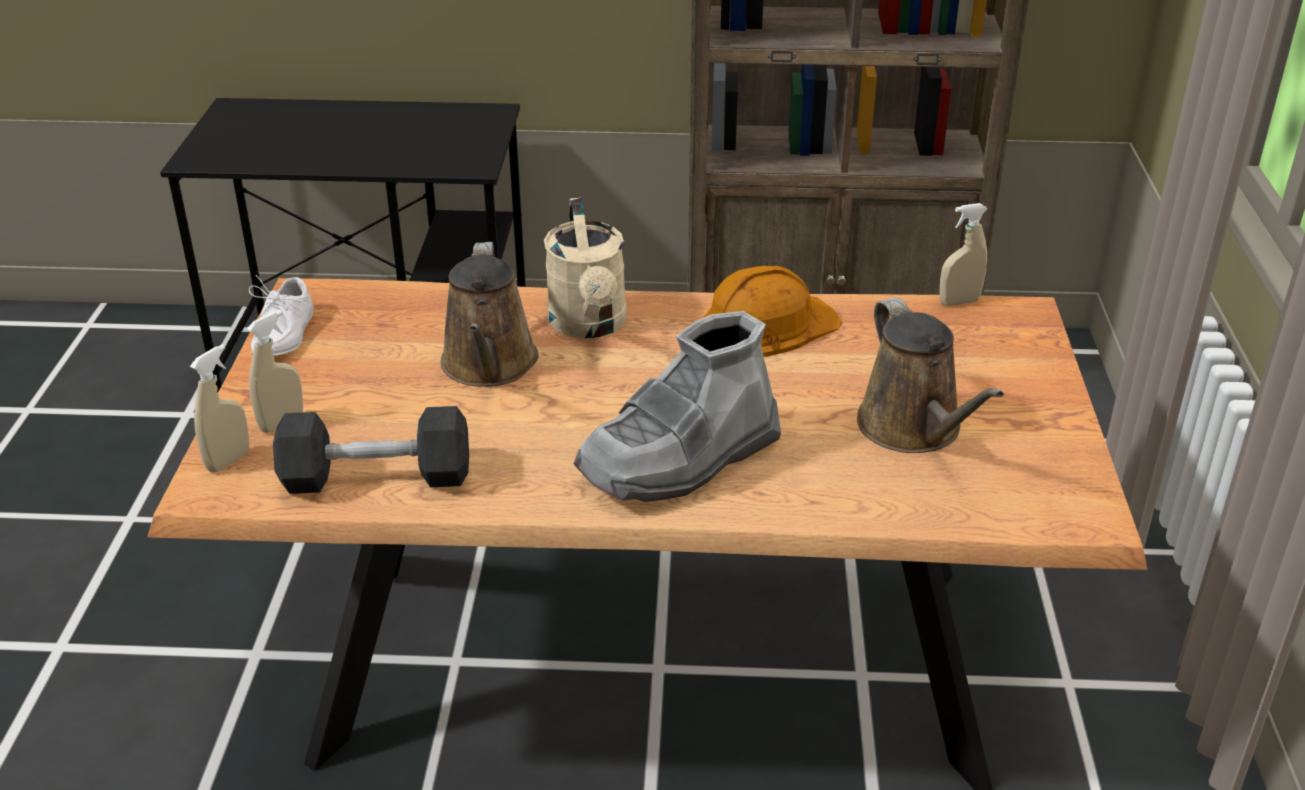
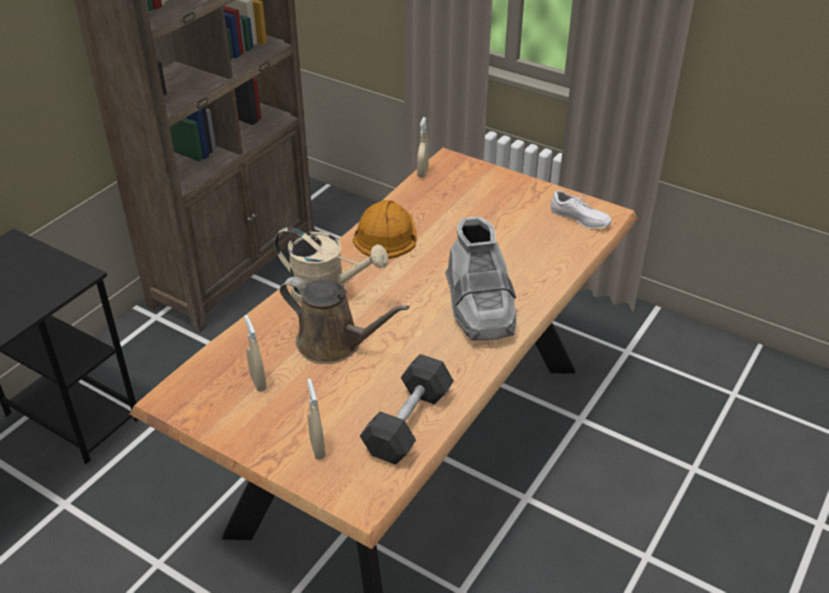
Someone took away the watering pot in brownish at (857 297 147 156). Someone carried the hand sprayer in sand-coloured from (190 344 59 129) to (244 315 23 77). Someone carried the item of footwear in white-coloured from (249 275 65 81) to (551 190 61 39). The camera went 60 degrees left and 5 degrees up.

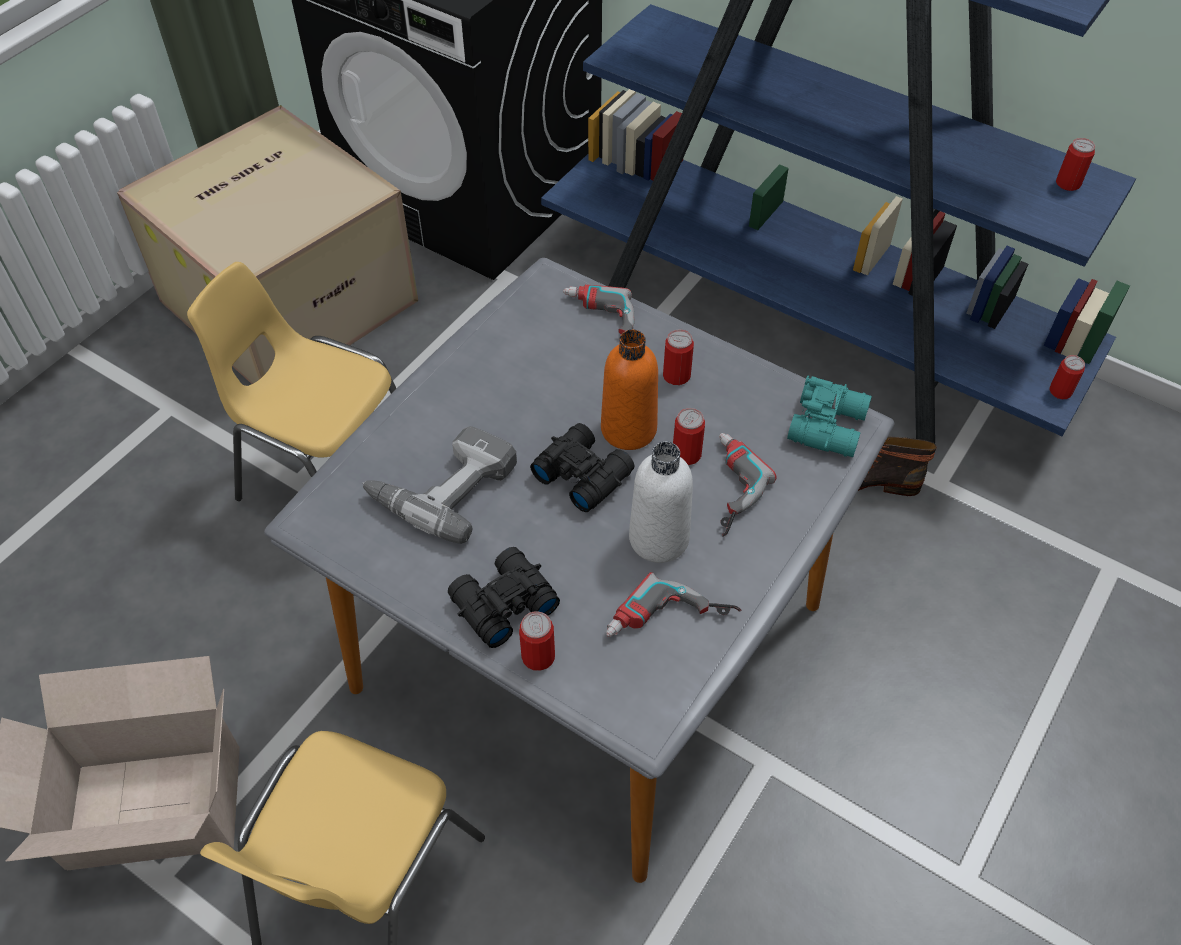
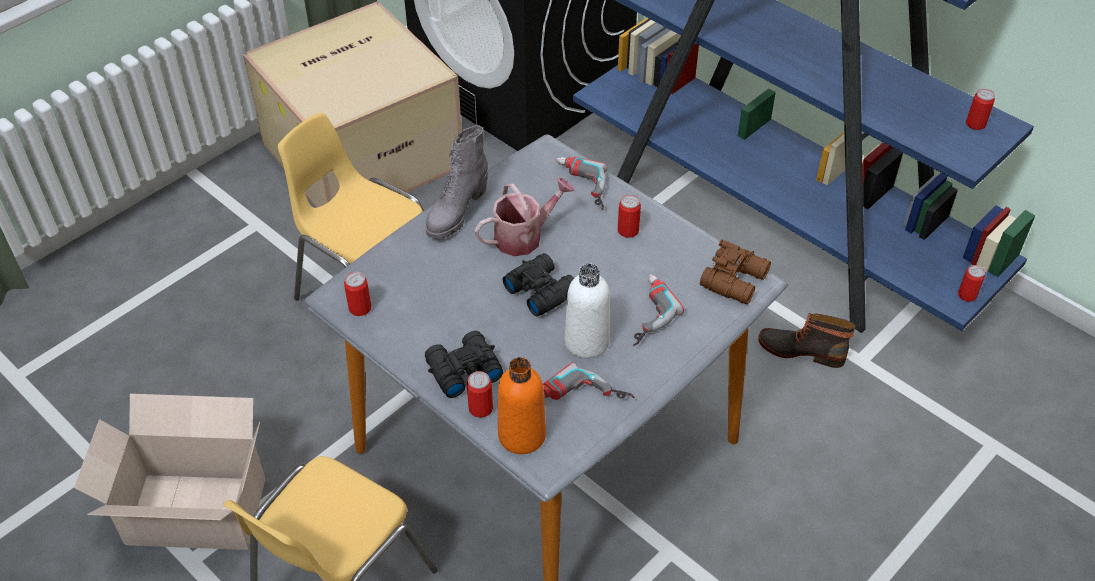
Someone took away the drill at (362 426 155 118). Someone put down the tall boot in greyish at (426 125 62 114). Someone put down the watering pot at (474 178 101 78). Someone carried the drink bottle in orangey from (601 329 57 121) to (498 357 48 97). Someone carried the metal can from (673 408 32 57) to (344 272 27 44). Someone repainted the field glasses in blue-green at (787 375 85 82), which became the field glasses in brownish at (700 239 71 65). The camera went 10 degrees right and 5 degrees down.

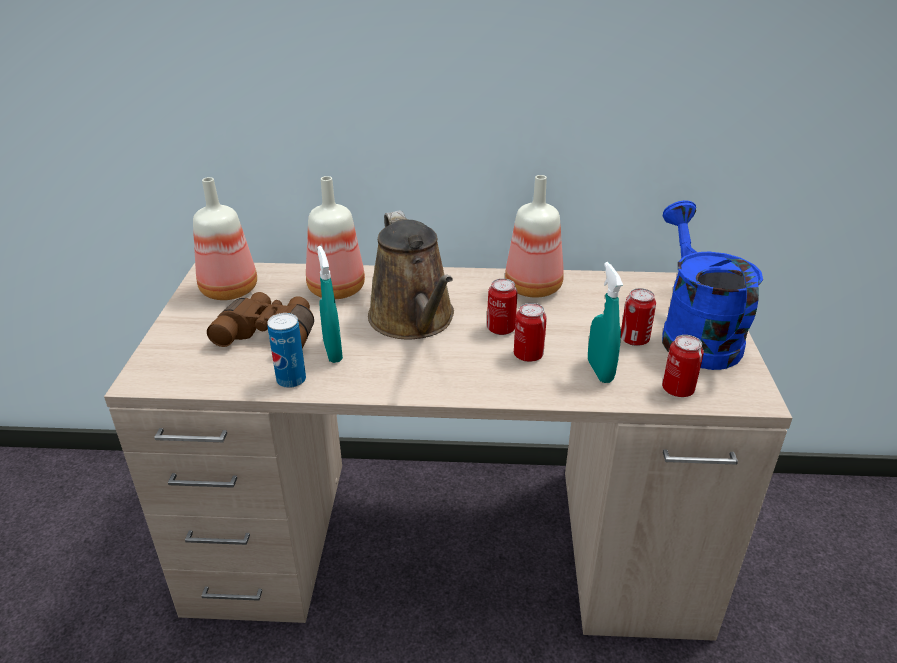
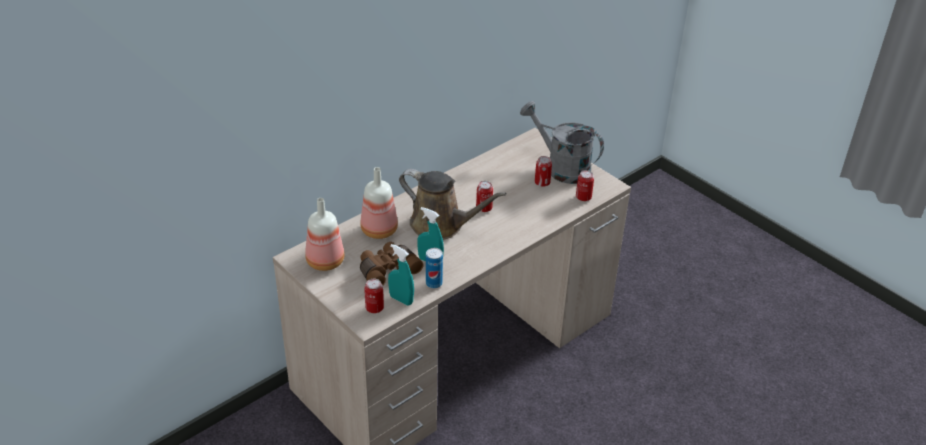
Someone took away the drink bottle at (505 175 59 123). Someone carried the metal can from (514 303 33 59) to (364 279 20 34). Someone carried the hand sprayer in blue-green from (588 262 35 121) to (388 244 26 61). Someone repainted the watering pot in bluish at (662 200 101 170), which became the watering pot in greyish at (520 101 84 83). The camera went 45 degrees left and 5 degrees up.

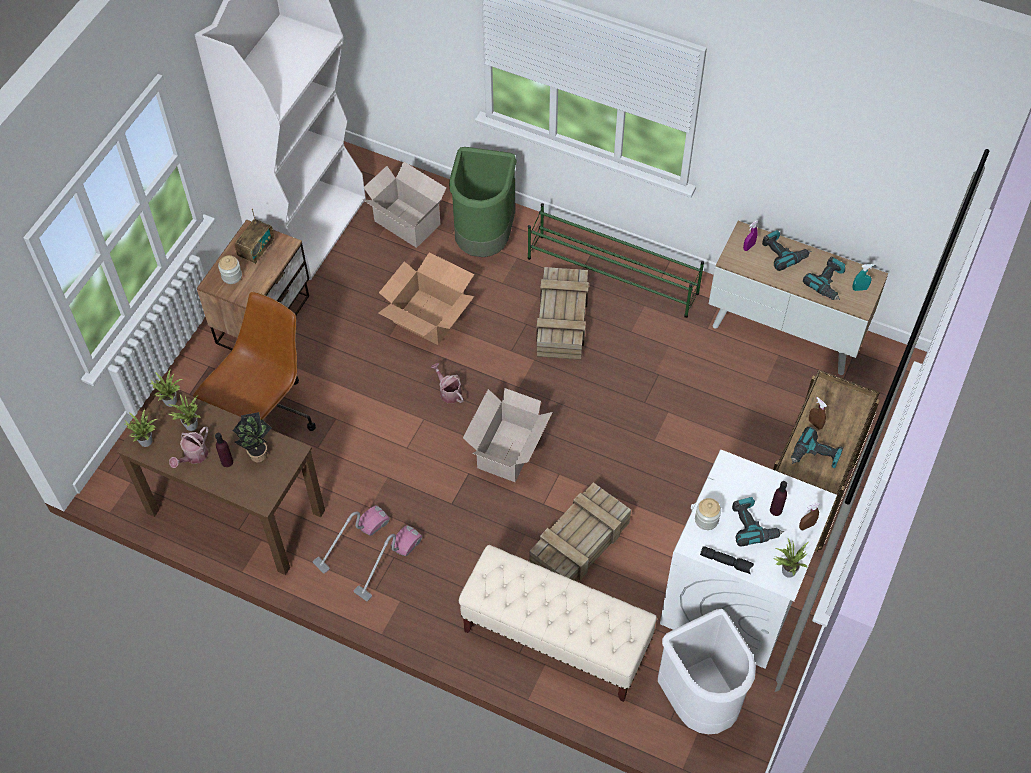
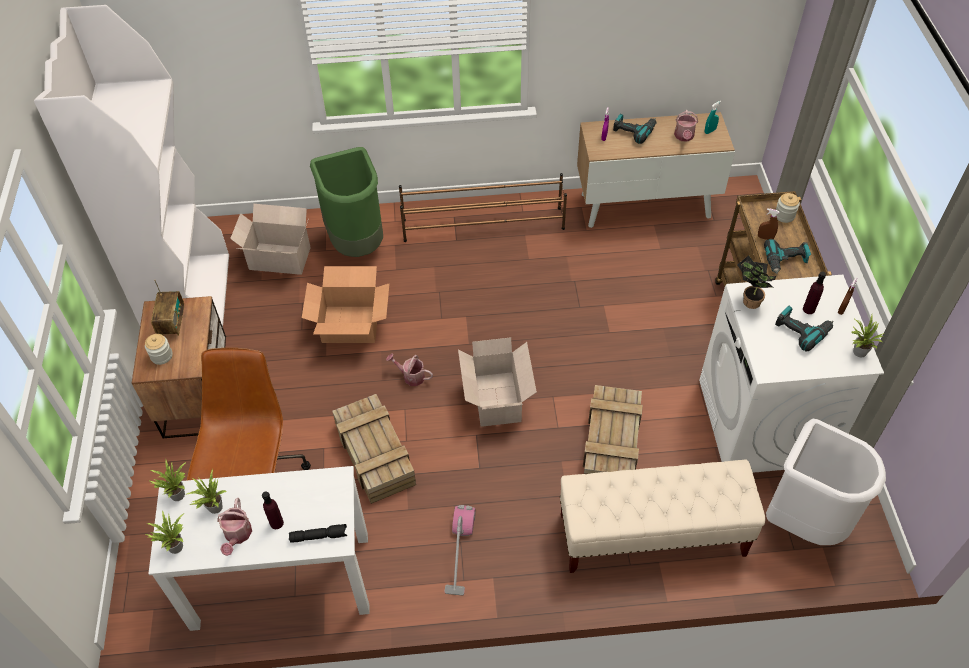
Someone took away the hoover at (313 505 77 69). Someone carried the plant in a pot from (233 412 39 50) to (737 255 40 54). Someone carried the crate from (536 267 53 93) to (332 394 84 110). Someone carried the jar from (695 498 26 32) to (776 193 24 30). Someone carried the hand torch in black-coloured from (700 546 54 28) to (289 524 58 19). Someone swapped the drill at (803 257 42 43) for the watering pot at (674 110 24 32). Someone repainted the desk unit in brownish at (116 391 209 184), which became the desk unit in white-coloured at (148 466 222 165). Someone repainted the shoe stand in greenish at (528 203 176 115), which became the shoe stand in brownish at (399 173 168 69). The camera went 30 degrees left and 5 degrees down.

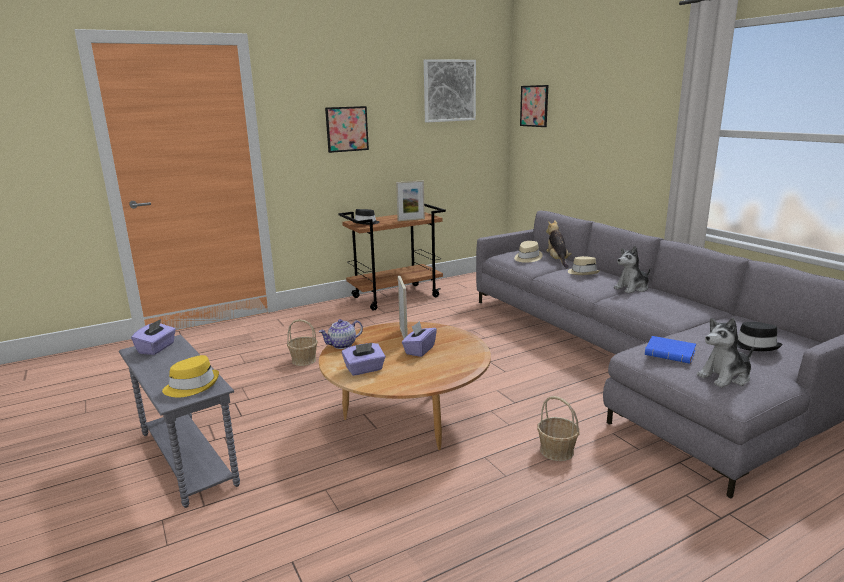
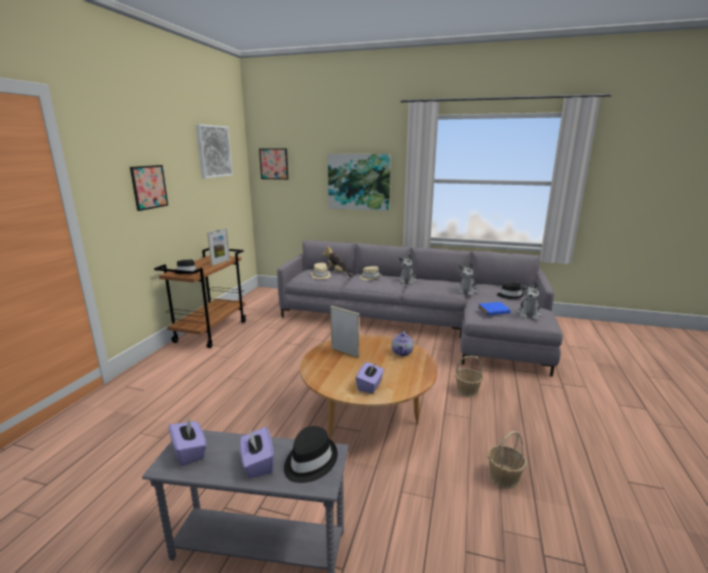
Someone put up the wall art at (328 154 63 57). Someone put down the plush toy at (458 263 20 33). Someone carried the storage basket from (287 319 31 47) to (488 431 38 57). Someone carried the tea pot from (319 319 44 30) to (391 331 23 25). Someone carried the tissue box in purplish from (402 321 35 36) to (240 427 34 51). Someone repainted the hat in yellowish at (162 355 57 43), which became the hat in black-coloured at (284 426 54 57). The camera went 45 degrees left and 0 degrees up.

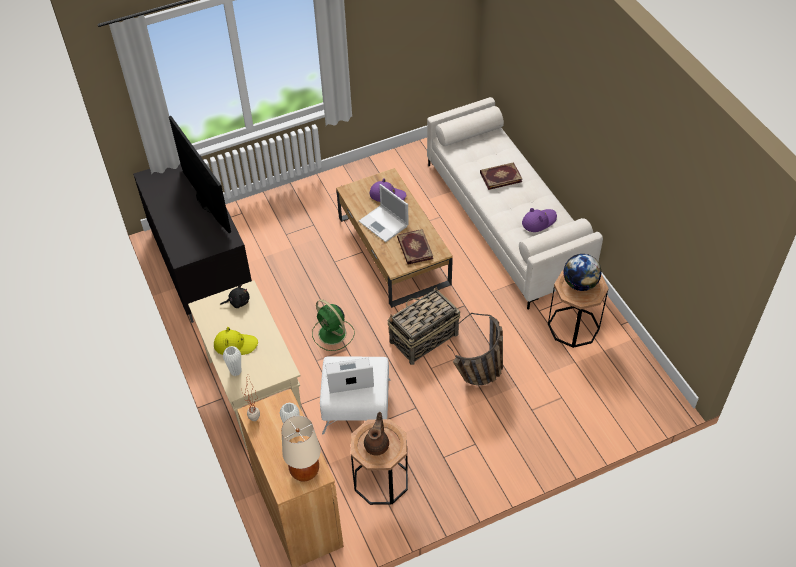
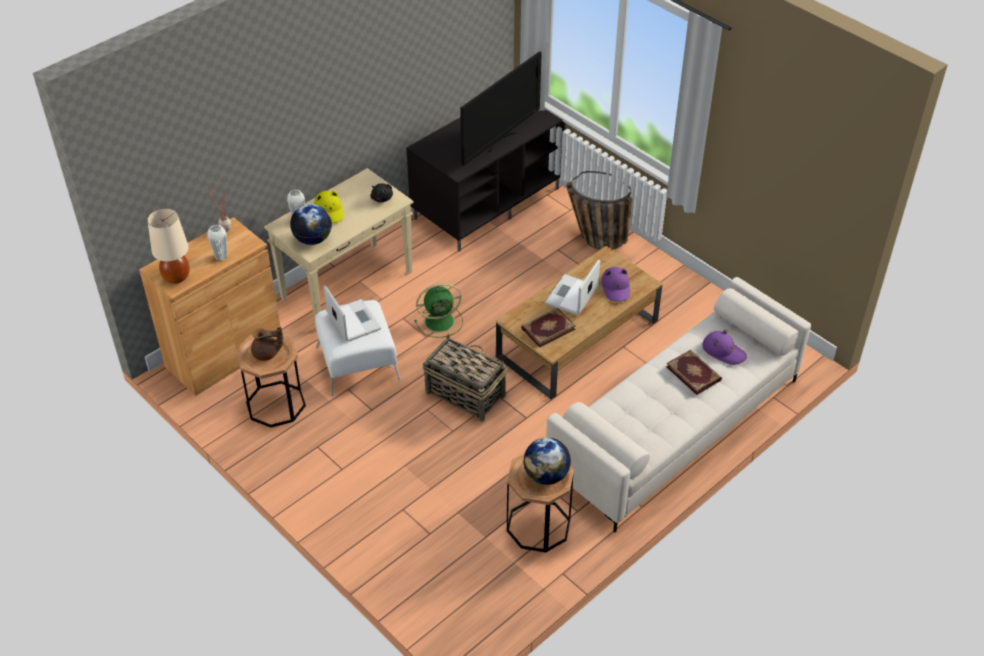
Someone put down the desk globe at (290 204 42 41). Someone carried the storage basket from (448 313 55 72) to (566 171 66 79). Someone carried the hat in purplish from (522 208 35 24) to (702 329 45 36). Someone rotated the cooling fan in greenish at (312 299 43 52) by 135 degrees counterclockwise. The camera went 70 degrees right and 5 degrees down.

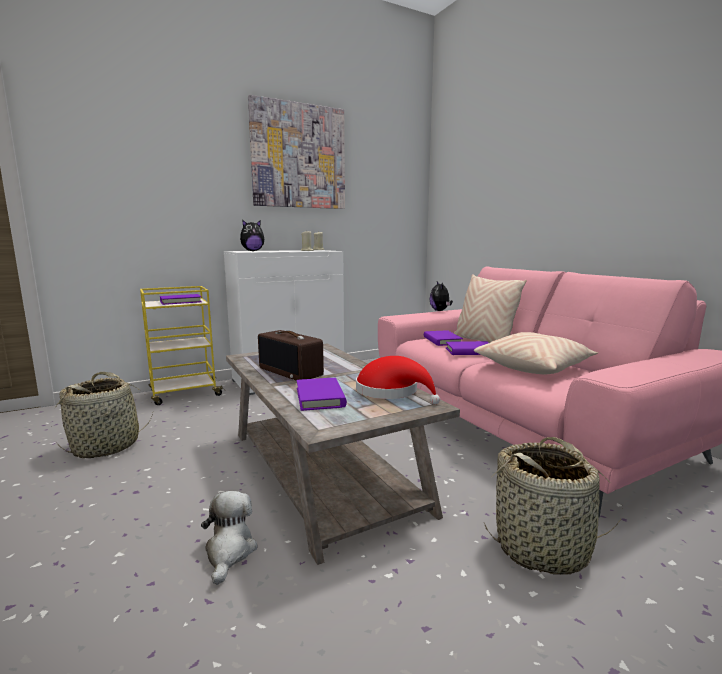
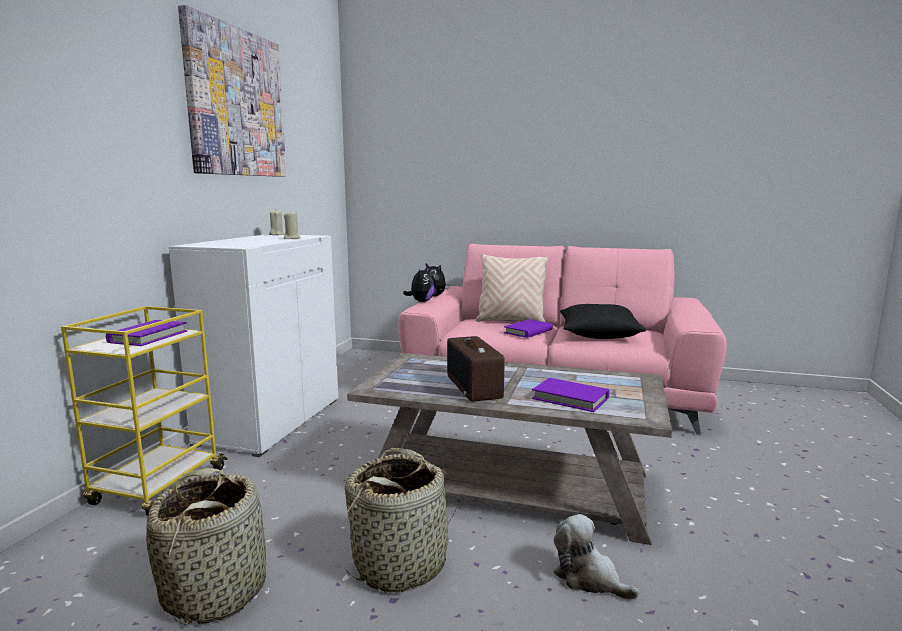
Someone took away the hat in red-coloured at (356 356 84 48). Someone took away the bound book in purplish at (424 330 39 16). Someone carried the plush toy from (240 220 24 31) to (403 267 31 35). Someone carried the storage basket from (484 437 137 138) to (345 448 113 145). Someone repainted the pillow in sand-coloured at (474 332 124 42), which became the pillow in black-coloured at (560 304 86 35). Someone rotated the radio receiver at (258 330 66 51) by 75 degrees clockwise. The camera went 45 degrees left and 0 degrees up.

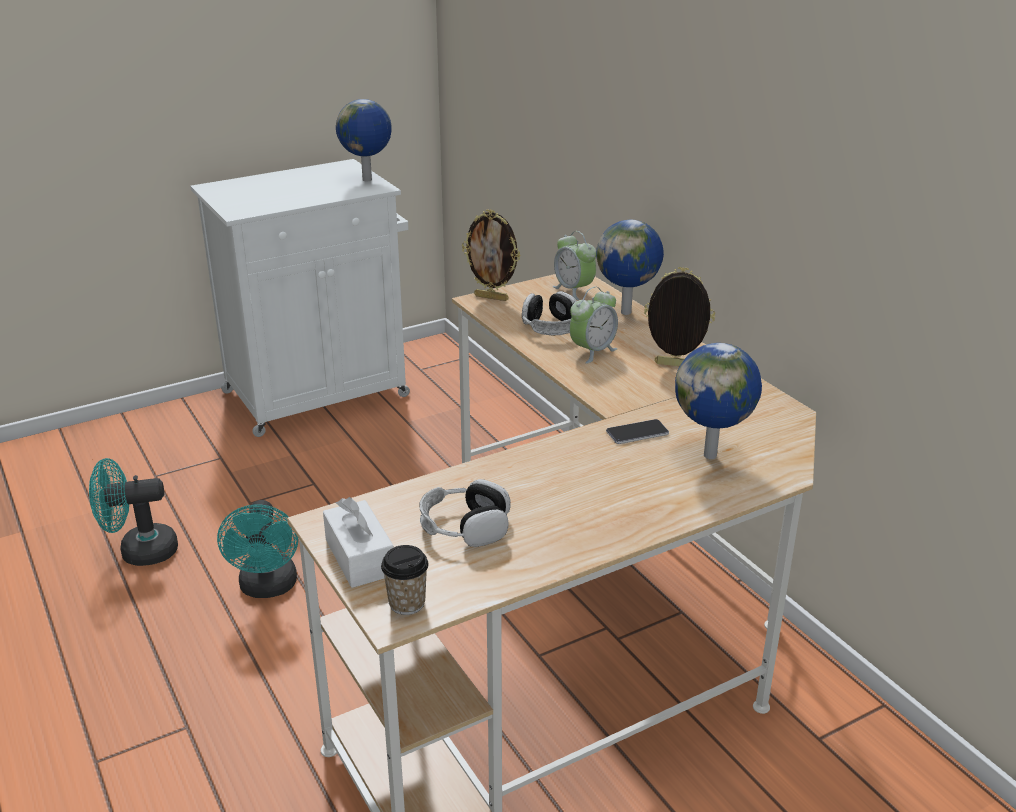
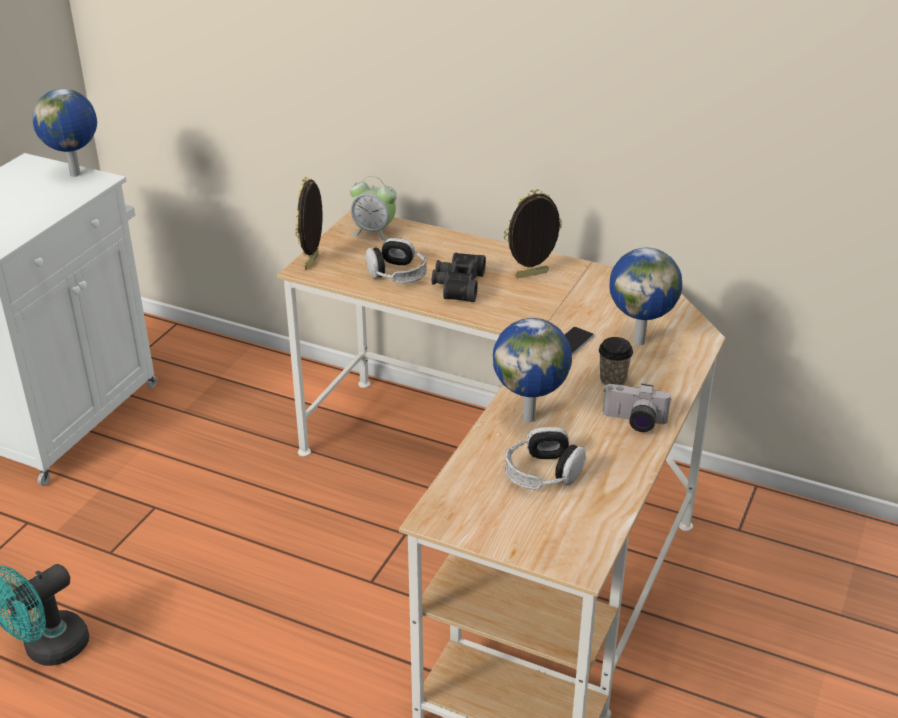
Someone took away the cooling fan in blue-green at (217 500 81 98). Someone took away the tissue box in white-coloured at (323 497 71 91). Someone put down the still camera at (603 384 69 48). Someone carried the small cup from (381 545 47 70) to (599 337 34 48). Someone carried the desk globe from (596 220 68 95) to (493 318 79 104). Someone swapped the alarm clock at (569 287 49 77) for the field glasses in black-coloured at (432 253 54 49). Someone rotated the picture frame at (462 210 58 91) by 120 degrees clockwise. The camera went 35 degrees left and 5 degrees up.

